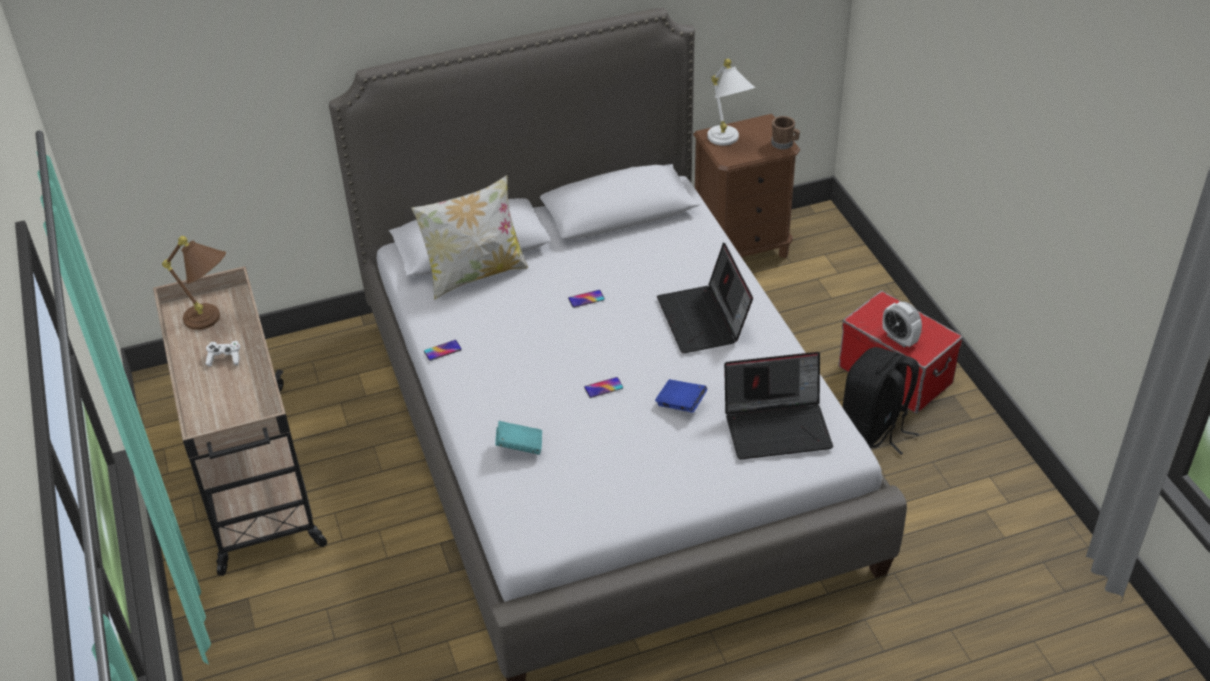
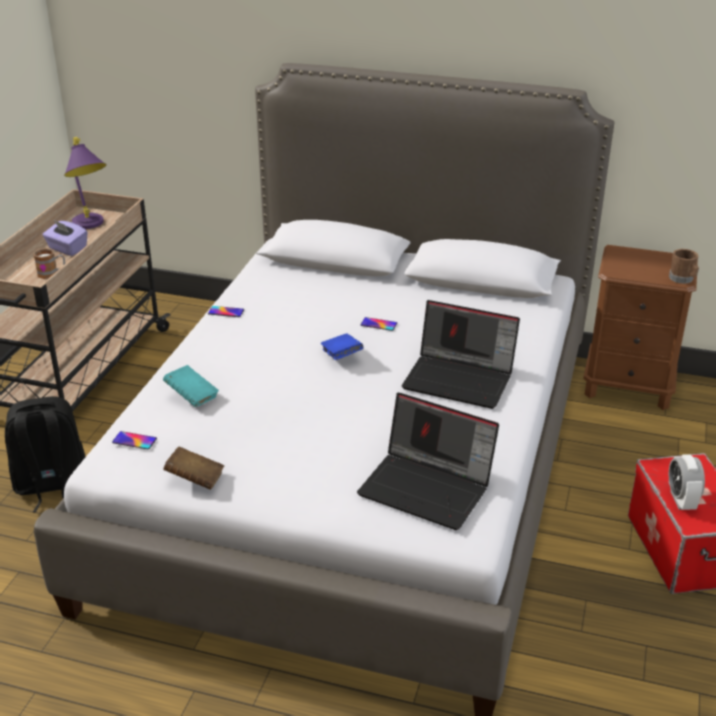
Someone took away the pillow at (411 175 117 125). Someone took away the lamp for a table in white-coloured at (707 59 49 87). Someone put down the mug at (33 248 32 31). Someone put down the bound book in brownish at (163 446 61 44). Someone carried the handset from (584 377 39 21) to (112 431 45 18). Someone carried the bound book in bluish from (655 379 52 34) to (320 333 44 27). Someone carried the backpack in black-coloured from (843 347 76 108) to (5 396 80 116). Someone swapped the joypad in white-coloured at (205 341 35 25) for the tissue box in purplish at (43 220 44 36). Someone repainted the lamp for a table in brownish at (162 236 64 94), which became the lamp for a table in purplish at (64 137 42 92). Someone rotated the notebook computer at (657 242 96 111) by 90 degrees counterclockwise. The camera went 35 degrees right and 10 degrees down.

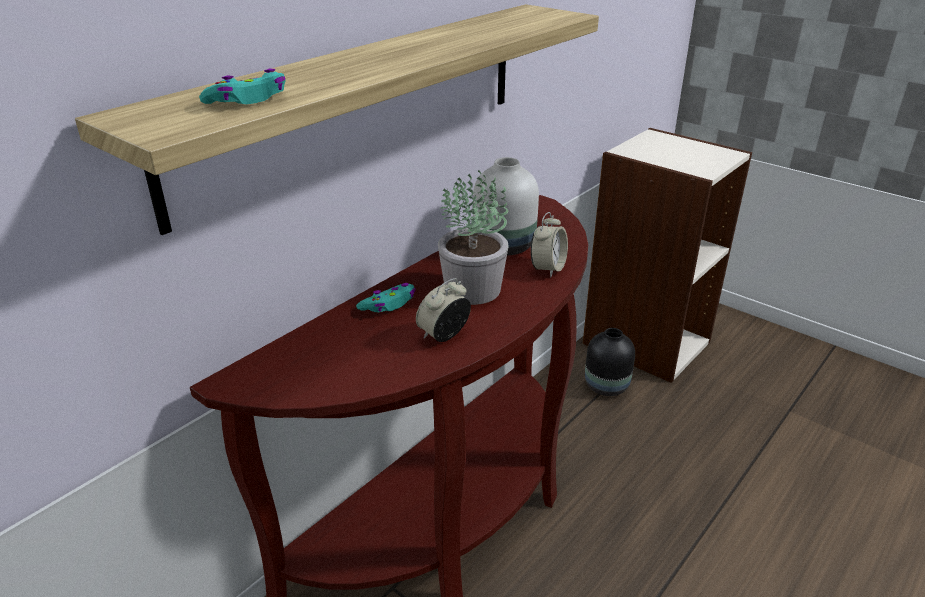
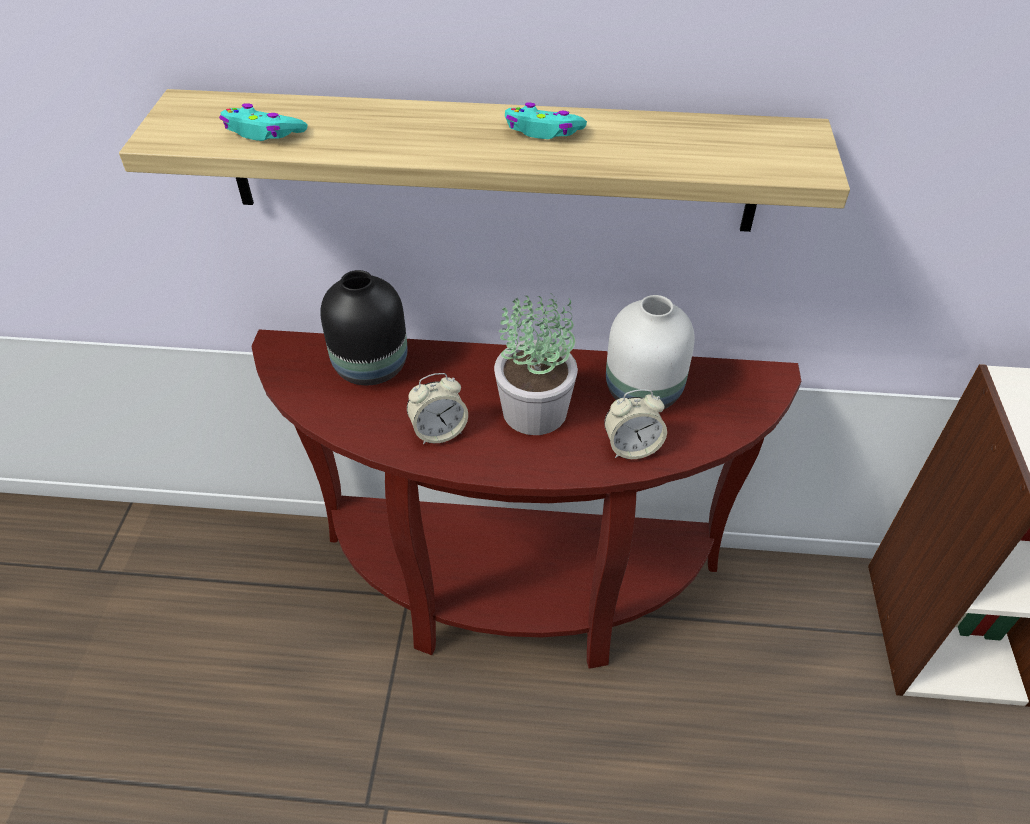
Someone carried the joypad in blue-green from (356 283 60 29) to (505 102 82 37). Someone carried the vase in black-coloured from (585 328 50 68) to (320 270 88 115). Someone rotated the alarm clock at (416 278 55 64) by 150 degrees clockwise. The camera went 55 degrees right and 15 degrees up.

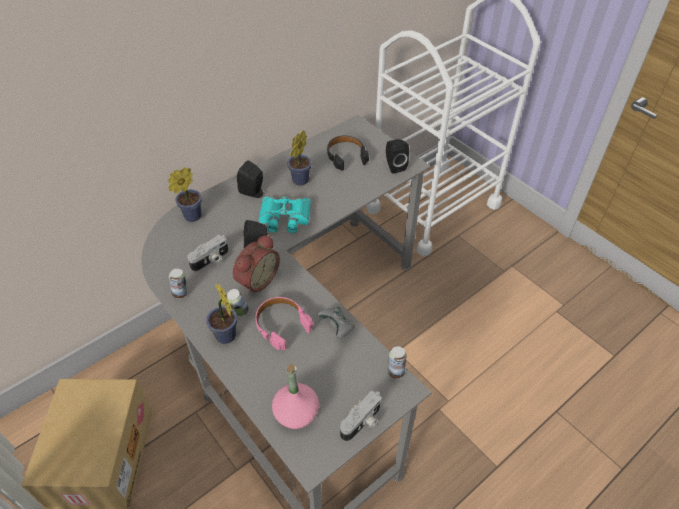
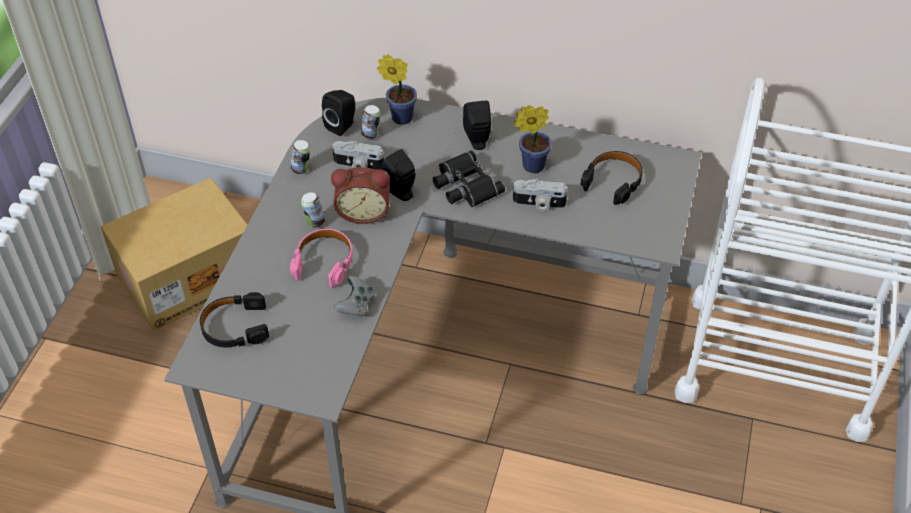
Someone took away the plant in a pot at (206 283 31 61). Someone carried the still camera from (340 391 42 51) to (513 179 55 32). Someone carried the speaker in black-coloured from (386 139 23 35) to (322 90 33 46). Someone carried the metal can from (387 346 20 32) to (361 105 19 34). Someone swapped the drink bottle in pink at (272 364 47 65) for the headset in black-coloured at (200 292 69 55). Someone repainted the field glasses in blue-green at (259 197 52 36), which became the field glasses in black-coloured at (433 150 72 57). The camera went 55 degrees right and 0 degrees up.

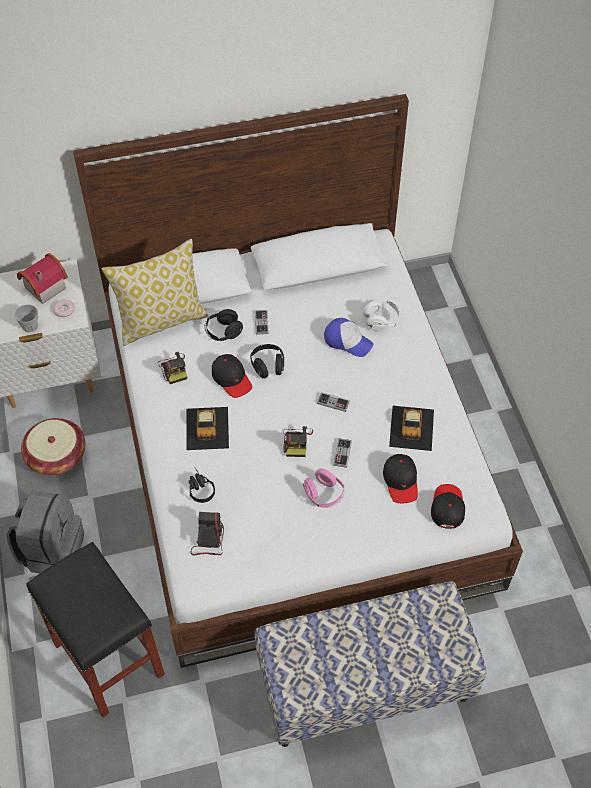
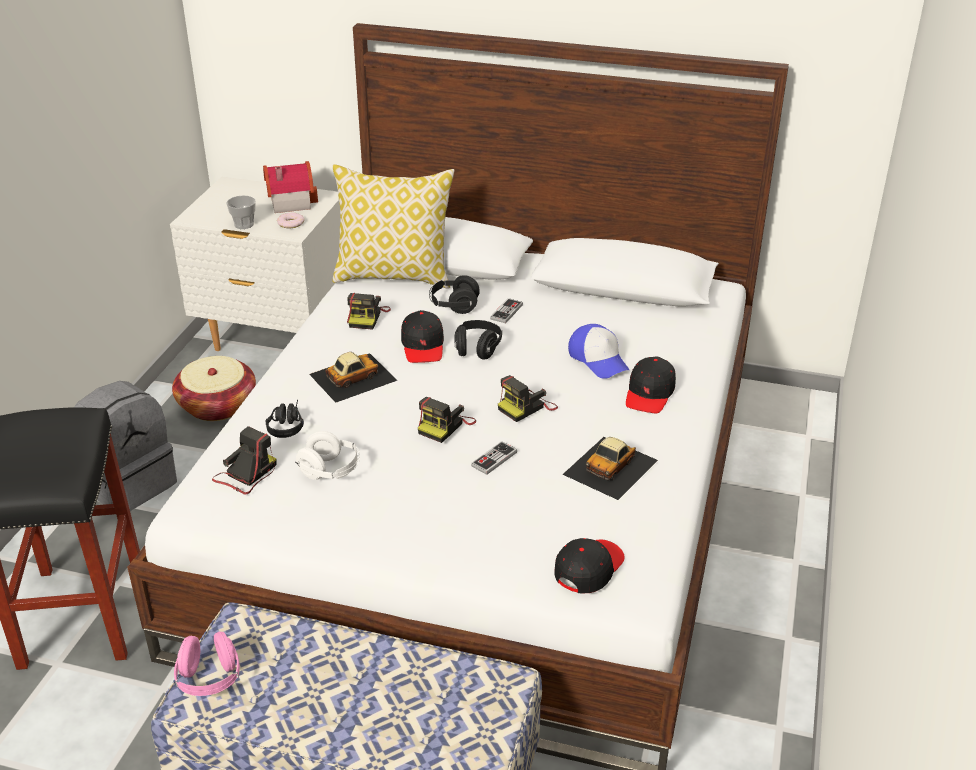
Someone carried the headset in pink from (303 468 41 40) to (174 631 66 65). Someone carried the headset in white-coloured from (363 300 38 31) to (295 431 65 49). Someone carried the cap in black-coloured from (383 454 35 49) to (626 357 50 57). Someone swapped the joypad at (317 392 33 20) for the still camera at (498 375 60 47). Someone rotated the model car at (186 407 43 43) by 150 degrees counterclockwise. The camera went 30 degrees right and 20 degrees down.

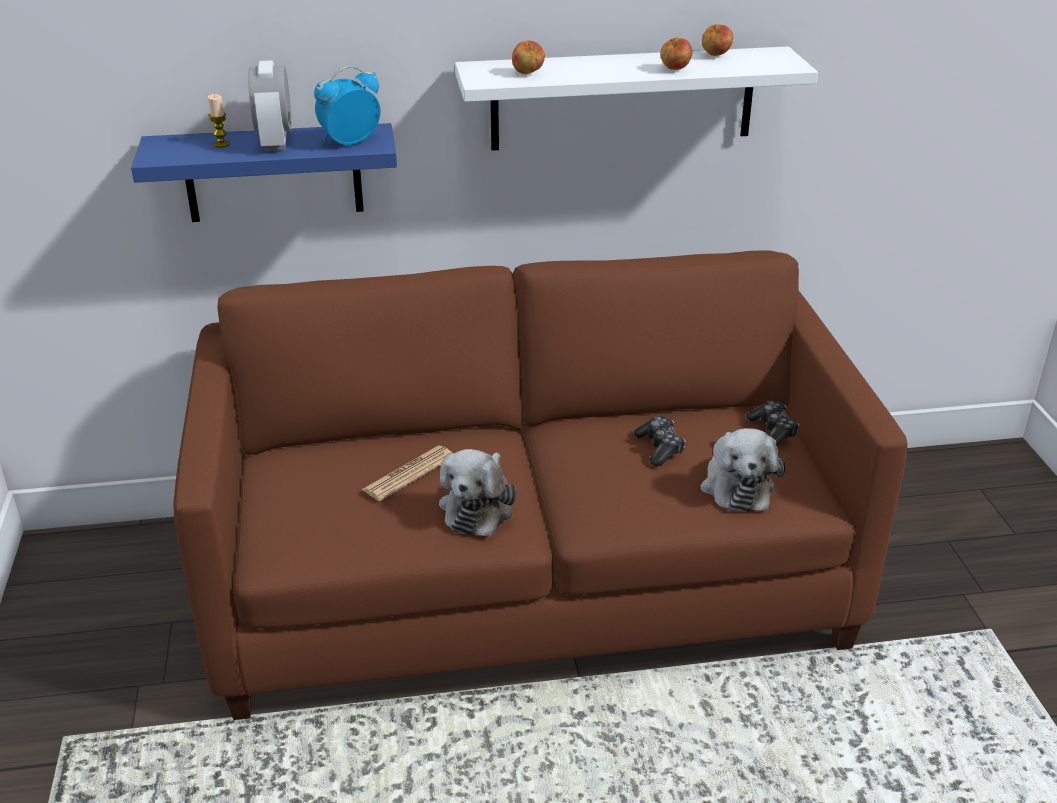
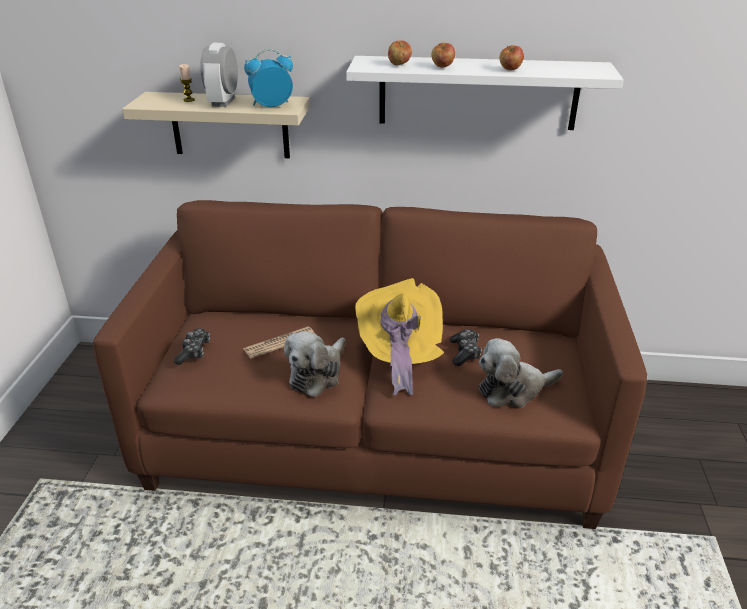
Someone put down the hat in yellowish at (355 278 89 118). Someone carried the whole apple from (702 24 31 32) to (431 43 24 24). Someone carried the joypad from (746 400 53 46) to (174 328 36 37). Someone repainted the bracket shelf in bluish at (131 123 266 99), which became the bracket shelf in sand-coloured at (122 92 188 67). Someone rotated the plush toy at (700 428 85 84) by 60 degrees clockwise. The camera went 15 degrees right and 0 degrees up.

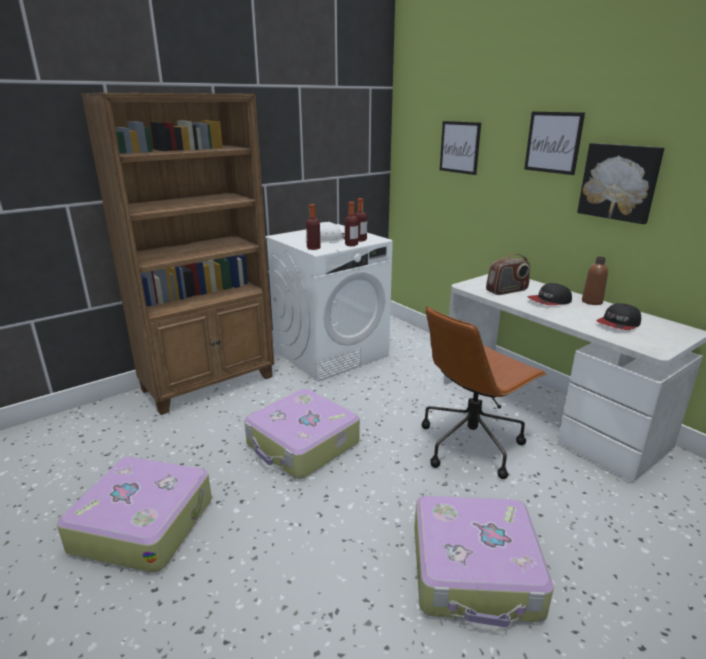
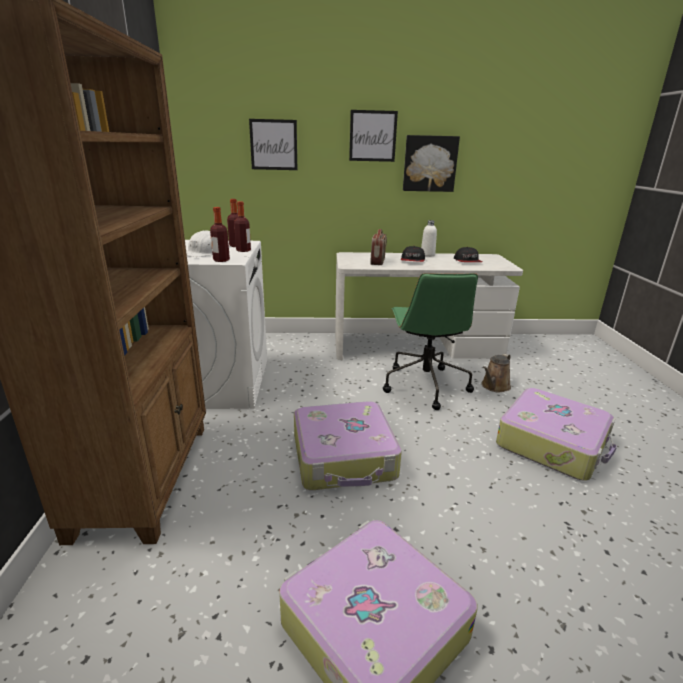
Someone put down the watering pot in brownish at (481 353 30 40). Someone repainted the computer chair in brownish at (422 306 125 173), which became the computer chair in greenish at (383 273 95 137). Someone repainted the drink bottle in brownish at (582 257 26 48), which became the drink bottle in white-coloured at (421 220 16 37). The camera went 55 degrees left and 0 degrees up.

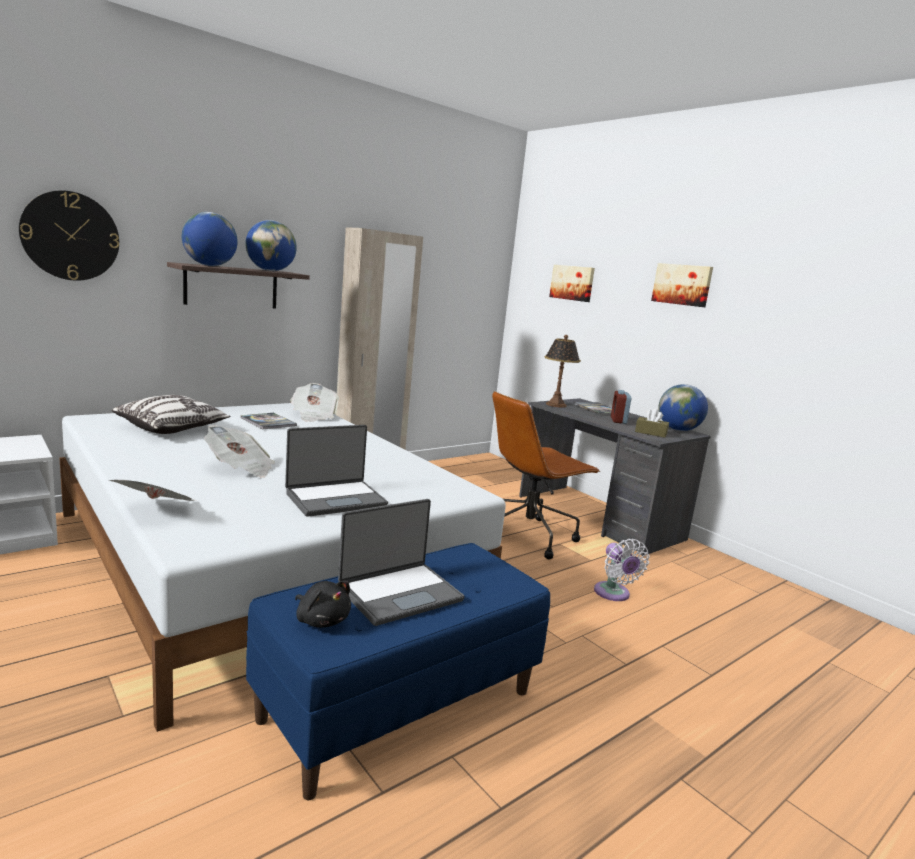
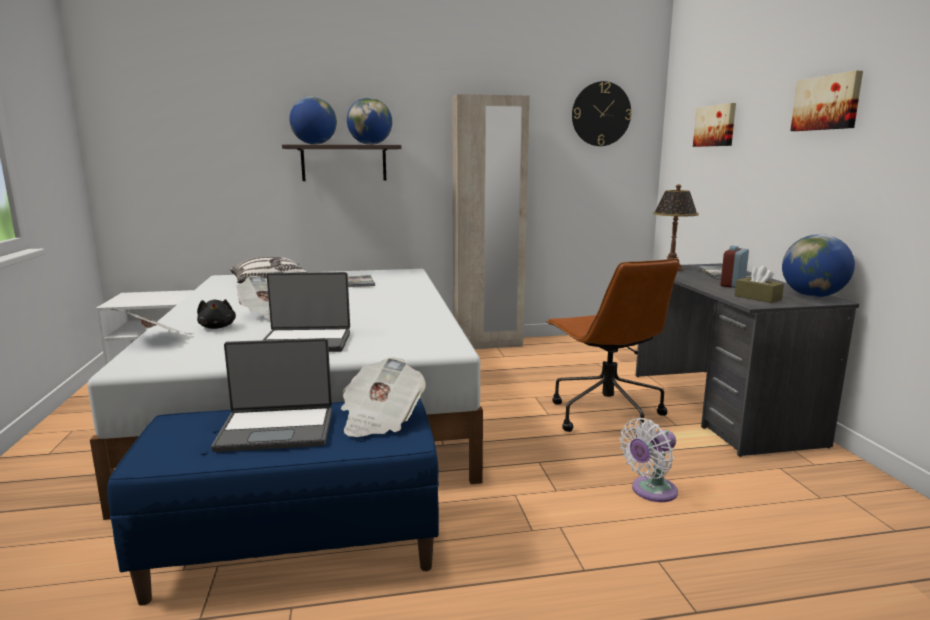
Someone carried the wall clock from (19 191 100 90) to (572 81 60 65). Someone carried the daily paper from (290 383 49 39) to (341 357 85 80). Someone carried the plush toy in black-coloured from (295 581 56 47) to (197 299 39 30). Someone rotated the computer chair in brownish at (492 391 108 168) by 105 degrees counterclockwise. Someone rotated the cooling fan in white-coloured at (594 539 56 62) by 45 degrees clockwise. The camera went 30 degrees right and 0 degrees up.

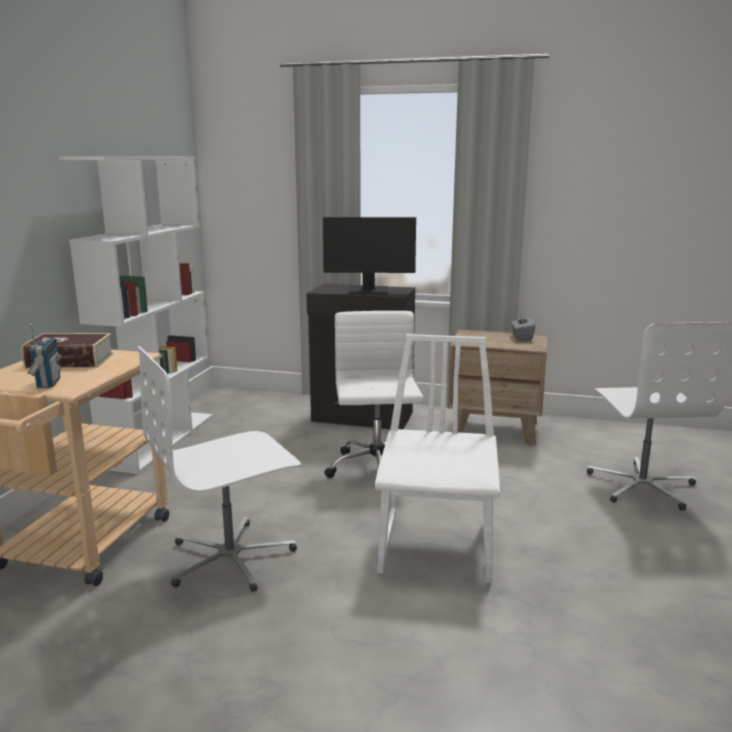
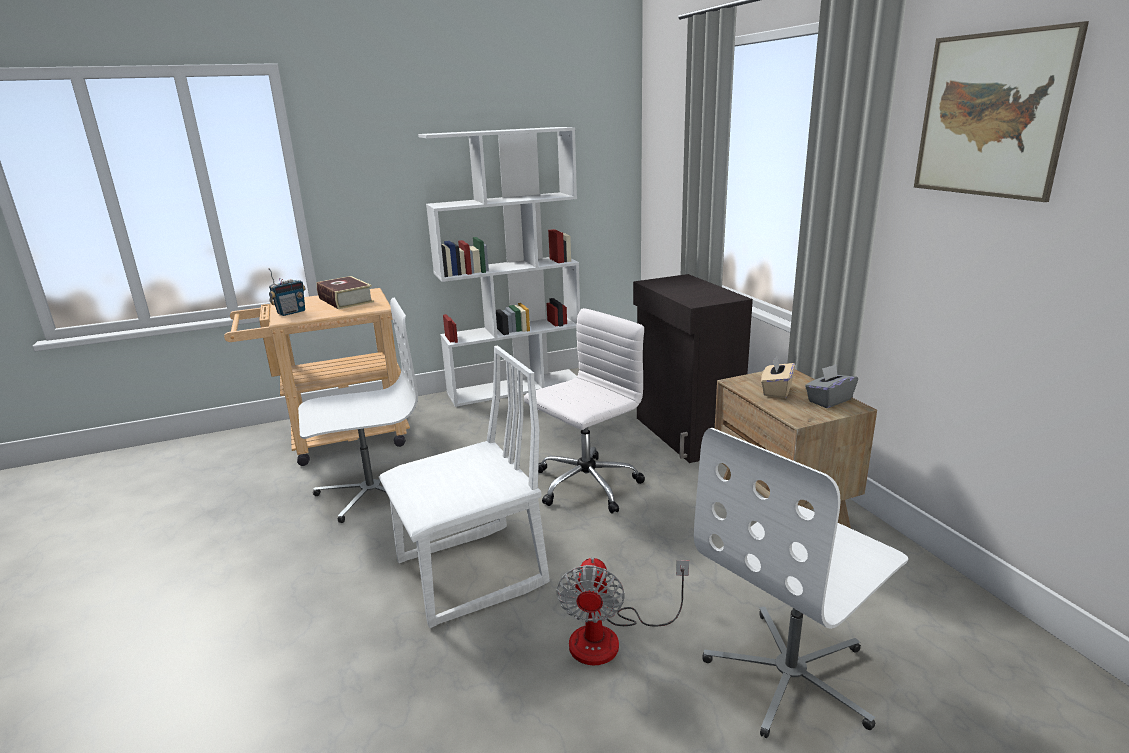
Someone took away the monitor at (323 217 93 77). Someone put down the cooling fan at (557 557 132 108). Someone put down the tissue box in sand-coloured at (761 355 34 43). Someone put up the wall art at (914 21 175 181). Someone rotated the computer chair in white-coloured at (138 346 163 246) by 135 degrees clockwise. The camera went 55 degrees right and 5 degrees up.

